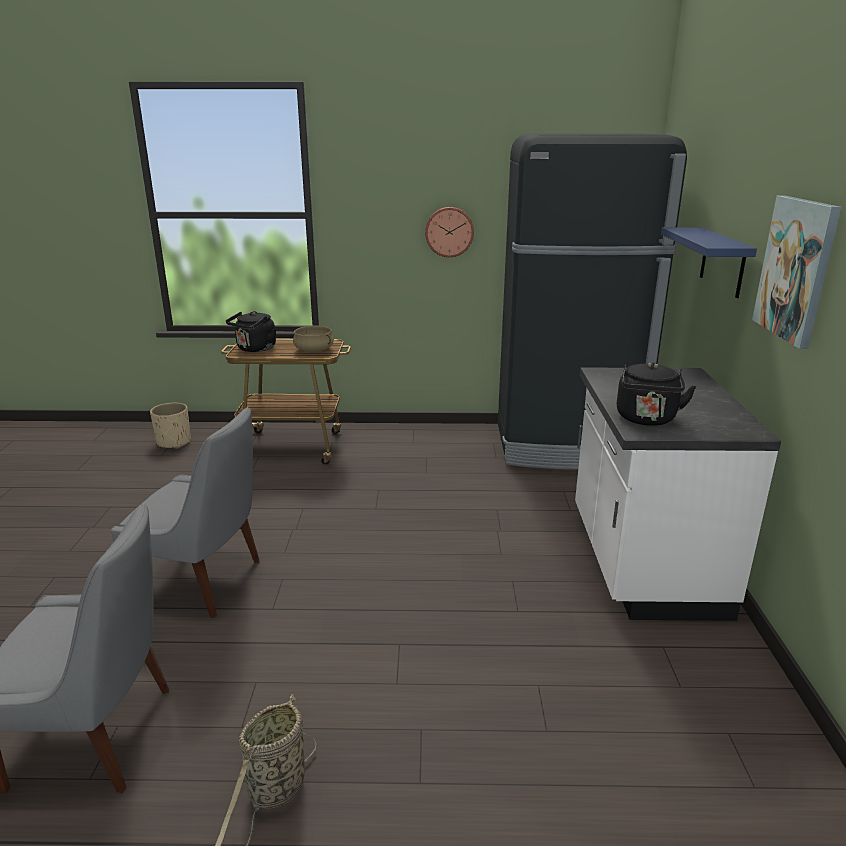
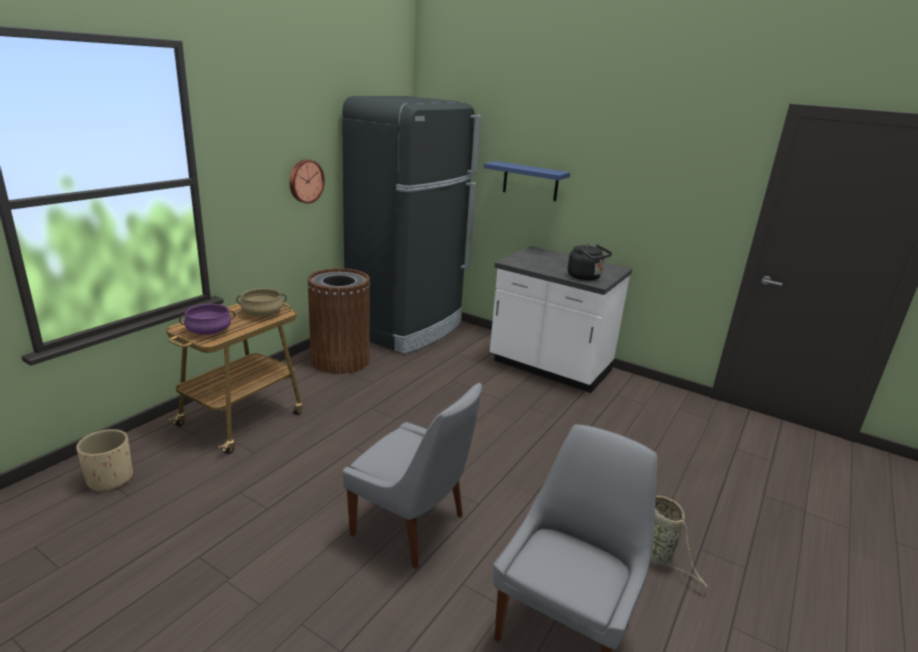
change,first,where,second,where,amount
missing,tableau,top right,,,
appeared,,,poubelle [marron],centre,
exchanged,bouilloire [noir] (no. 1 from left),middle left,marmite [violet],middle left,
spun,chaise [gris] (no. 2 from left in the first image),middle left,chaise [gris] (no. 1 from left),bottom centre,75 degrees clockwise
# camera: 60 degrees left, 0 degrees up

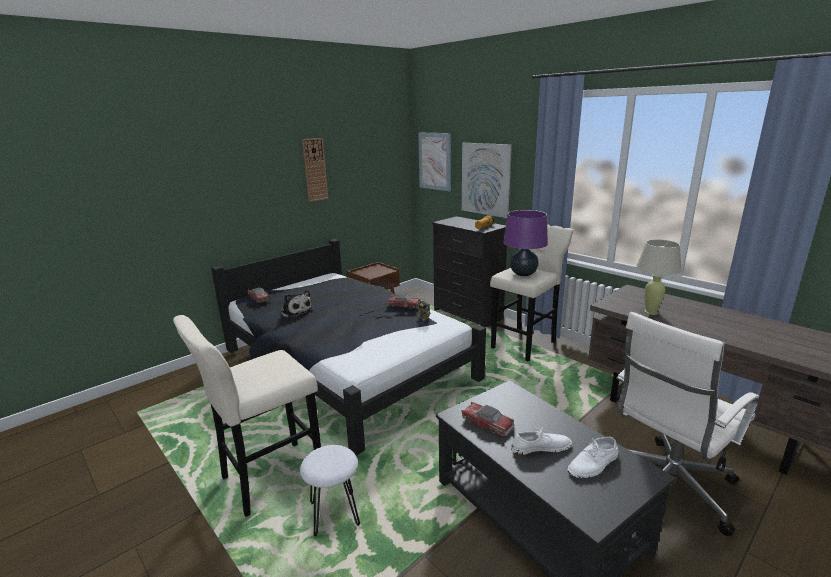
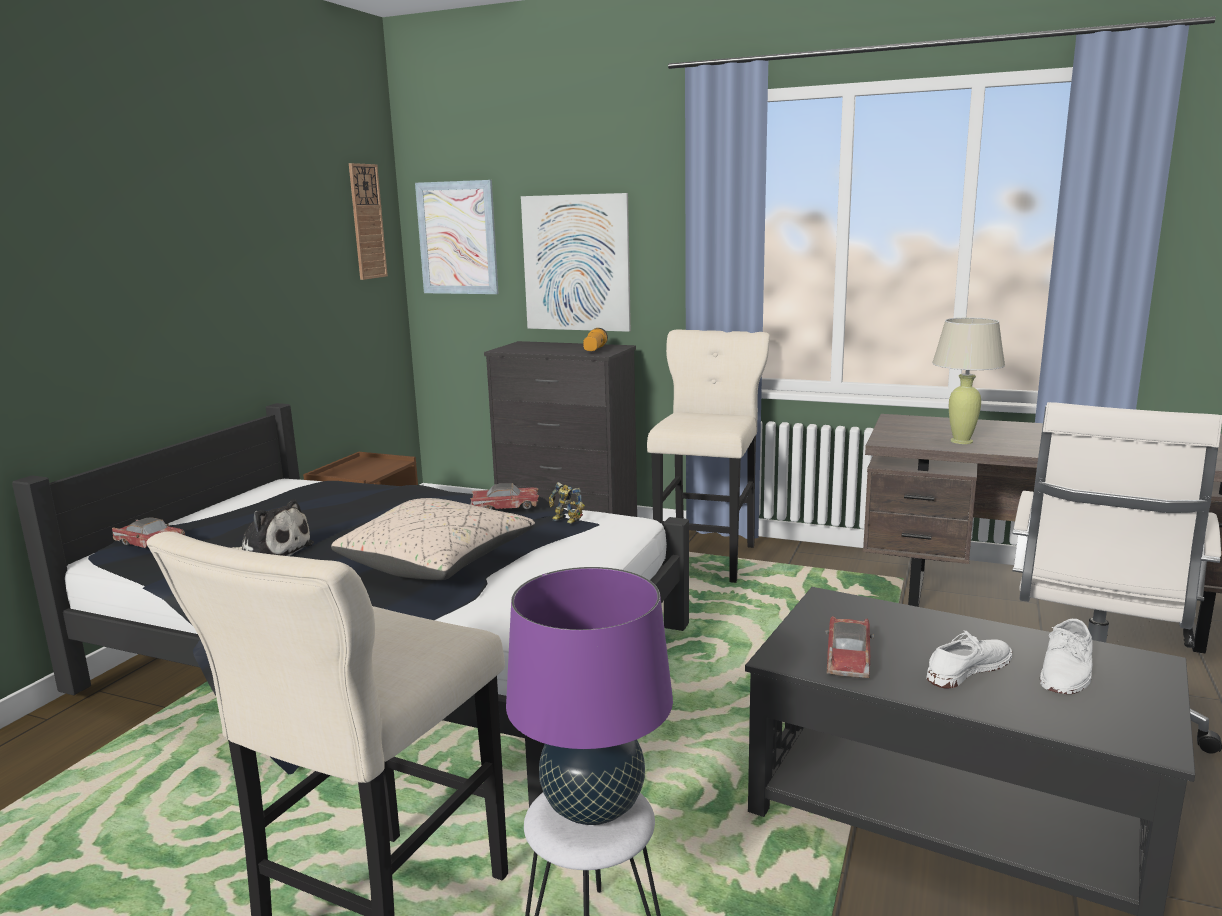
change,first,where,second,where,amount
appeared,,,coussin [beige],centre,
relocated,horloge murale,top centre,,top left,
relocated,lampe de table [violet],centre,,bottom centre,
spun,petite voiture (no. 3 from left),bottom centre,,bottom right,90 degrees clockwise
# camera: 25 degrees left, 5 degrees down

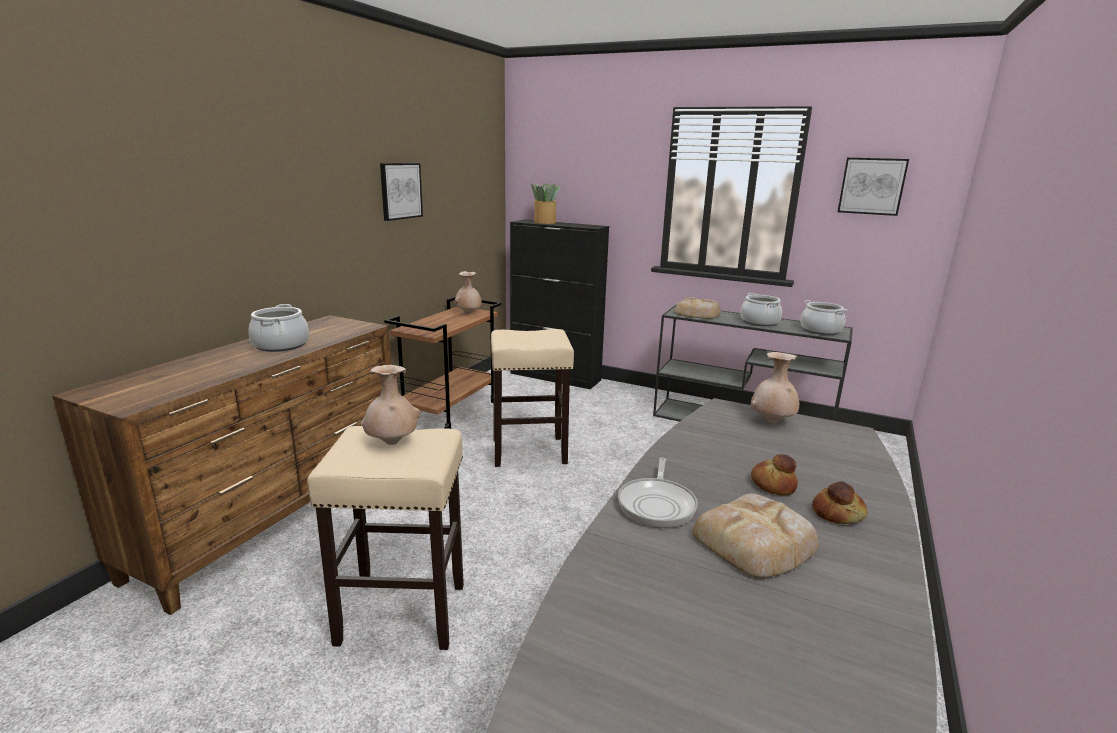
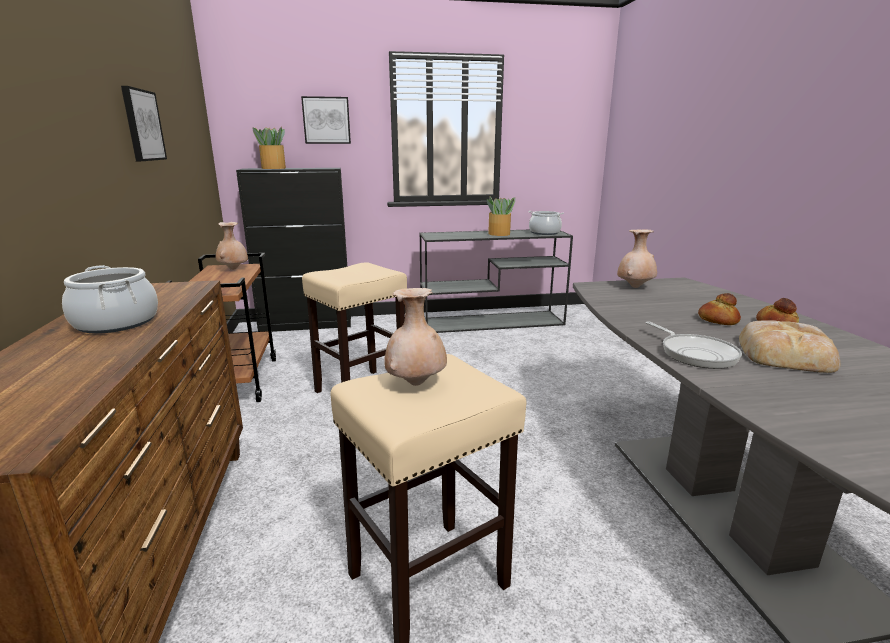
change,first,where,second,where,amount
missing,pain (no. 1 from left),centre,,,
relocated,tableau (no. 2 from left),top right,,top centre,
exchanged,marmite (no. 2 from left),middle right,plante en pot (no. 2 from left),centre,
# camera: 35 degrees left, 0 degrees up

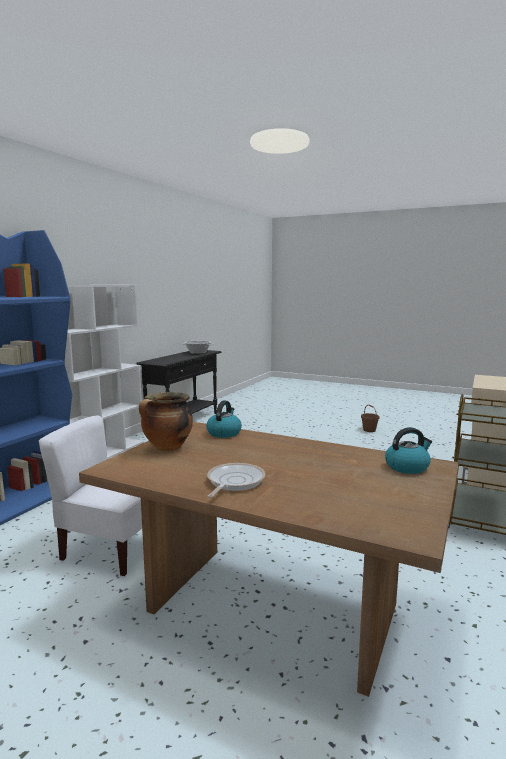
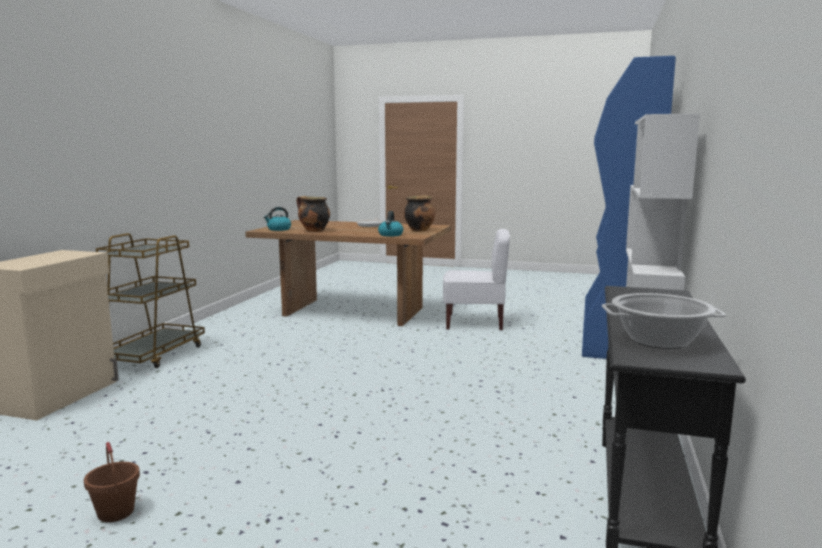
change,first,where,second,where,amount
appeared,,,marmite (no. 1 from left),centre,
# camera: 170 degrees right, 0 degrees up

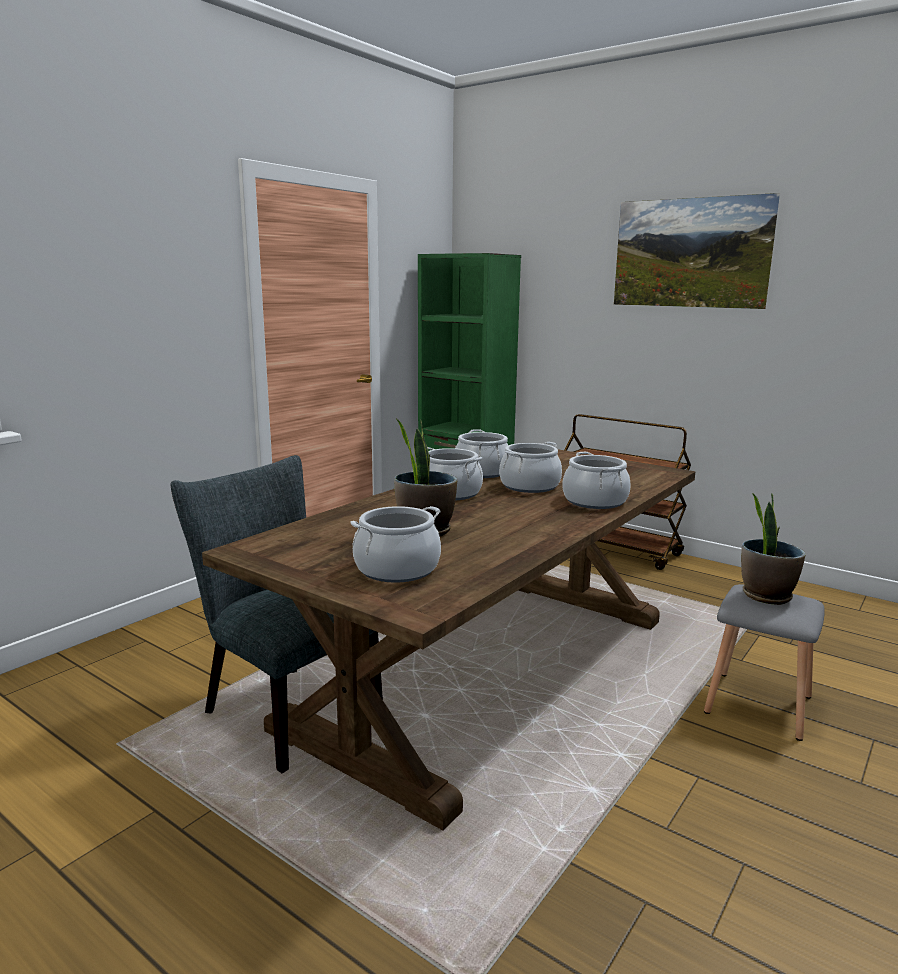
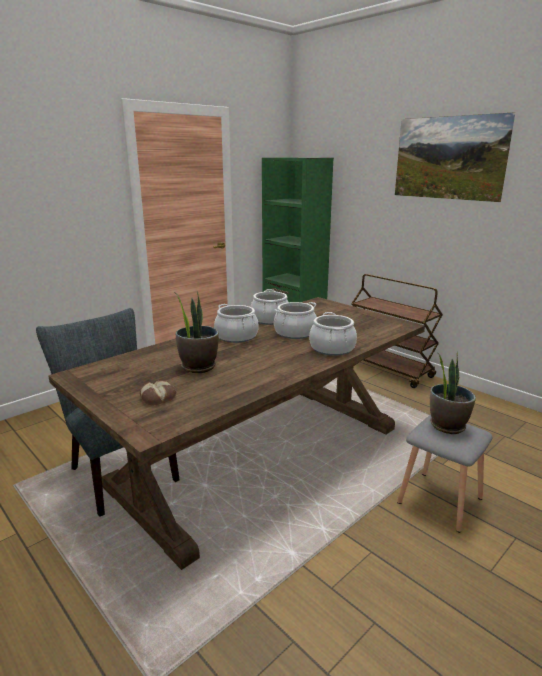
change,first,where,second,where,amount
exchanged,marmite (no. 1 from left),centre,pain,middle left,
# camera: 10 degrees right, 5 degrees up

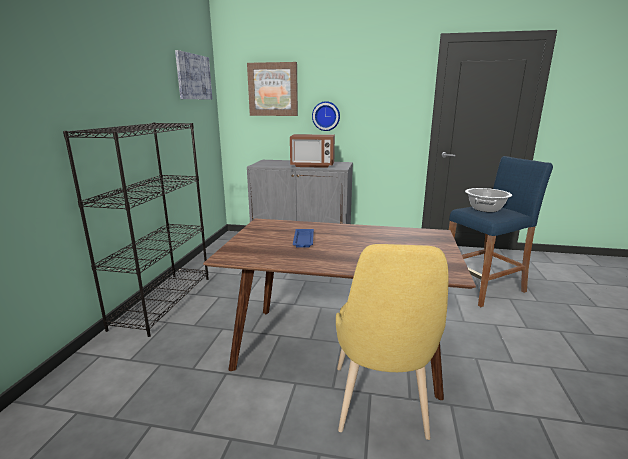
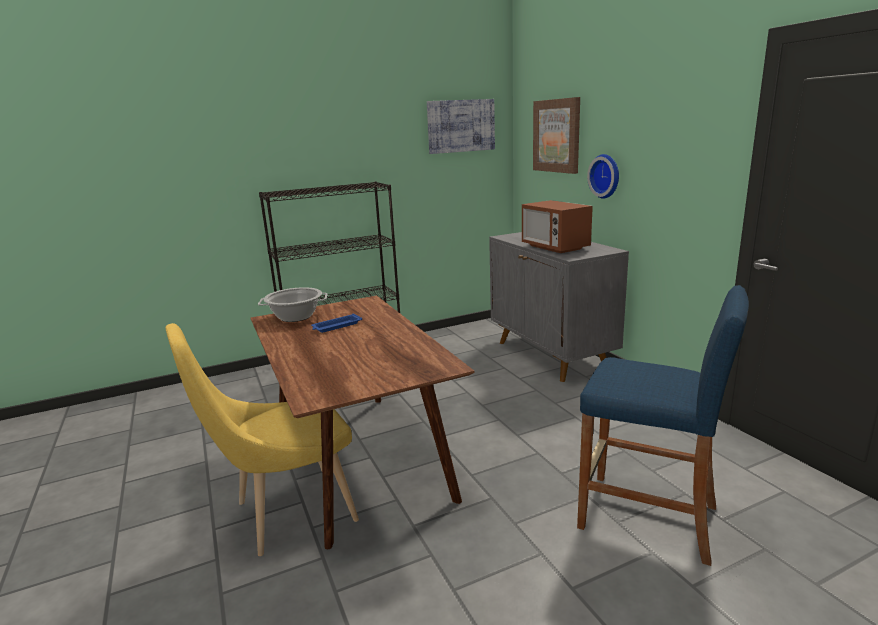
change,first,where,second,where,amount
relocated,marmite,middle right,,centre,
# camera: 55 degrees right, 0 degrees up

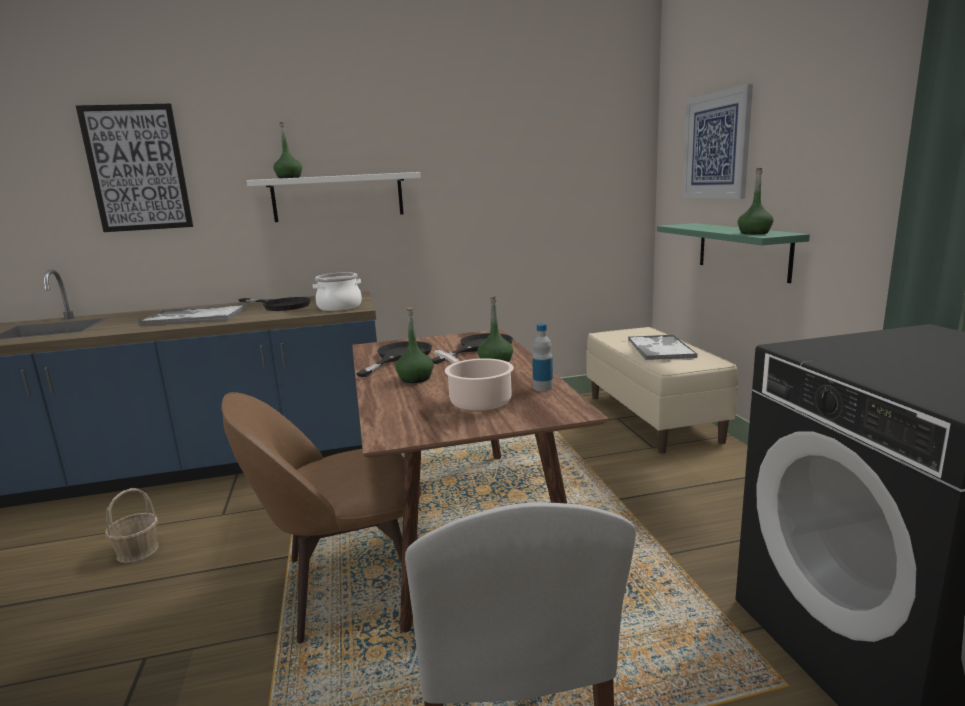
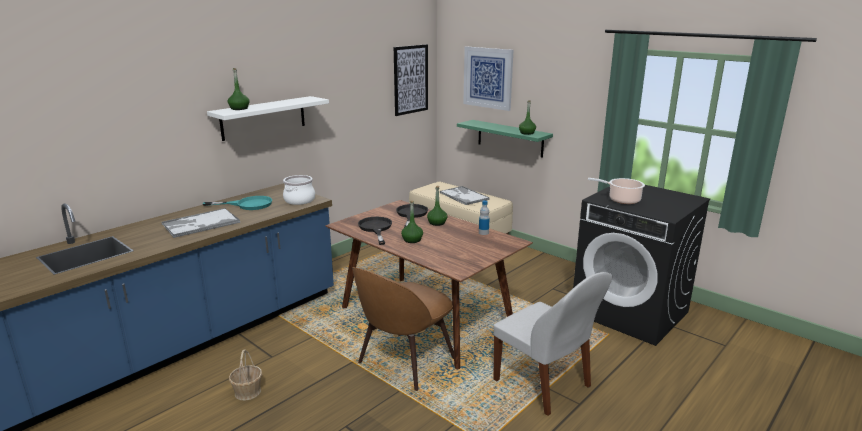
change,first,where,second,where,amount
relocated,tableau (no. 1 from left),top left,,top centre,
relocated,marmite (no. 2 from left),centre,,middle right,
colour,poêle [noir] (no. 1 from left),middle left,poêle [turquoise],middle left,
# camera: 35 degrees left, 5 degrees up

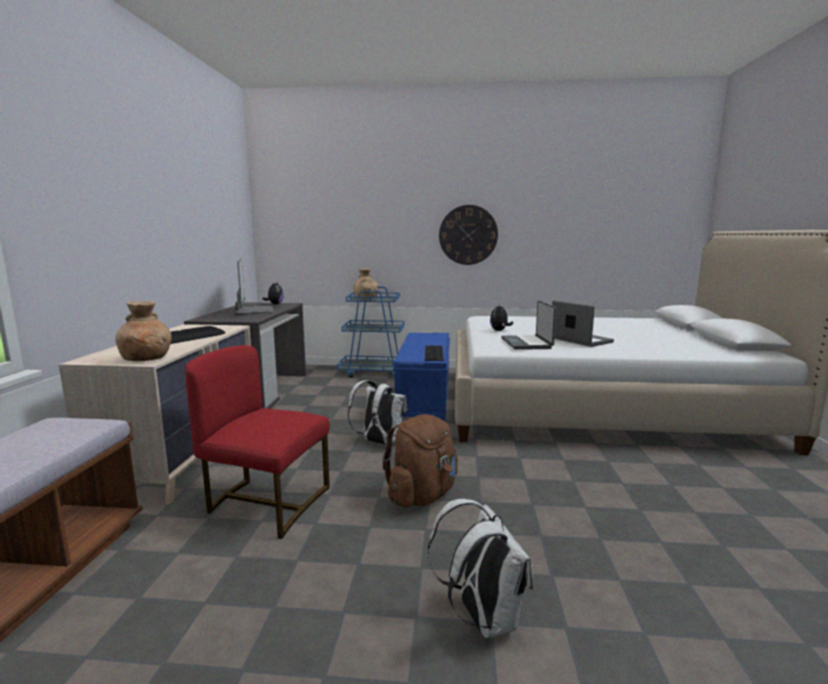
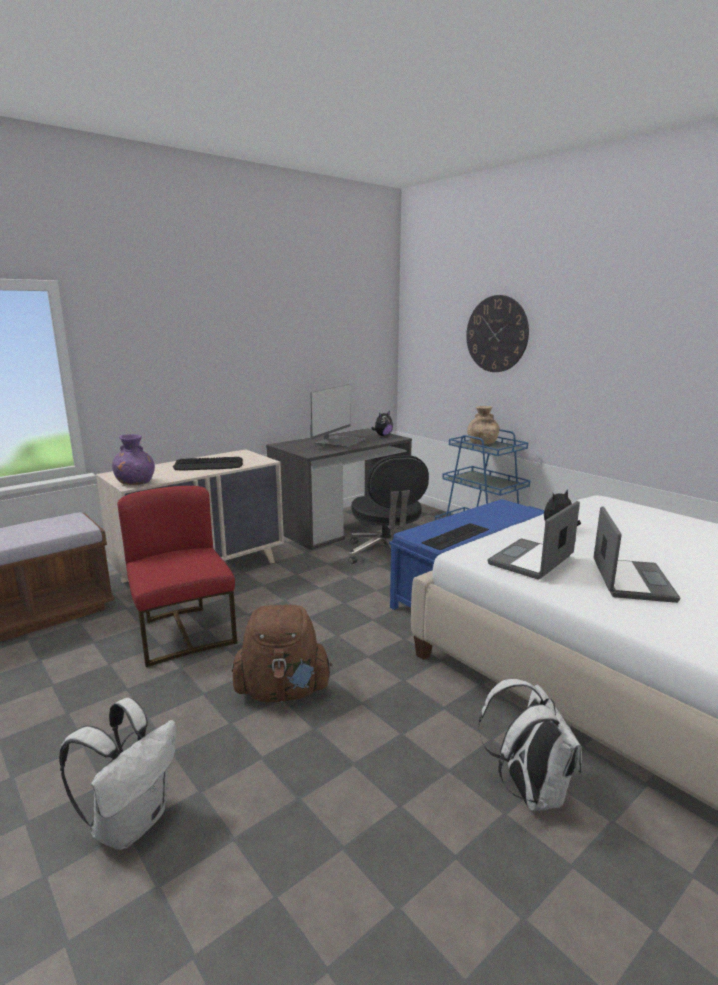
change,first,where,second,where,amount
appeared,,,chaise de bureau [noir],centre,
relocated,sac à dos [blanc] (no. 1 from left in the first image),centre,sac à dos [blanc] (no. 2 from left),bottom right,
relocated,horloge murale,centre,,middle right,
colour,vase [marron] (no. 1 from left),middle left,vase [violet],middle left,
# camera: 45 degrees right, 5 degrees up

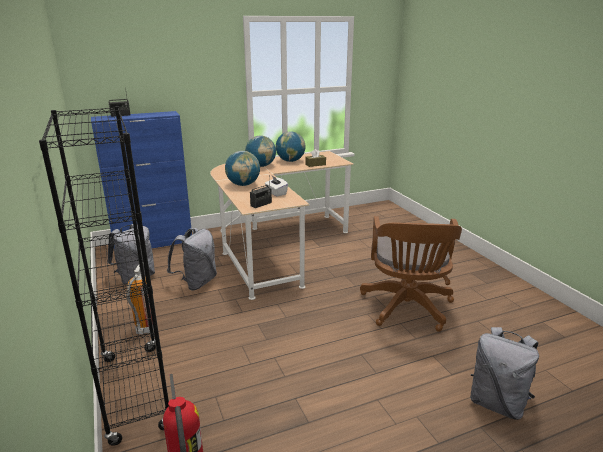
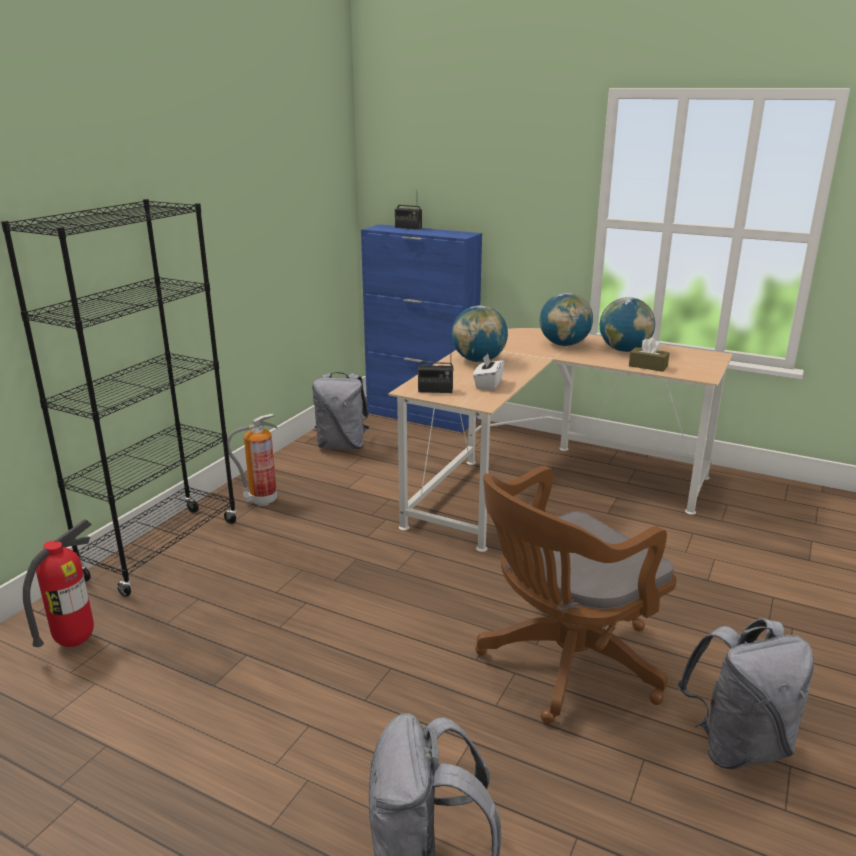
change,first,where,second,where,amount
relocated,sac à dos [gris] (no. 2 from left in the first image),middle left,sac à dos [gris] (no. 3 from left),bottom right,
# camera: 50 degrees right, 0 degrees up

